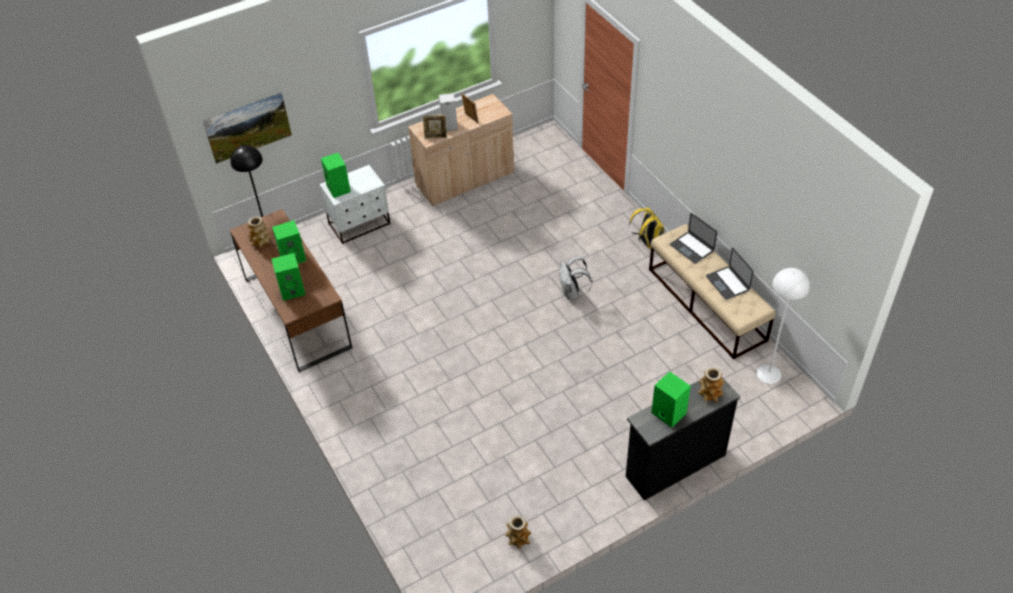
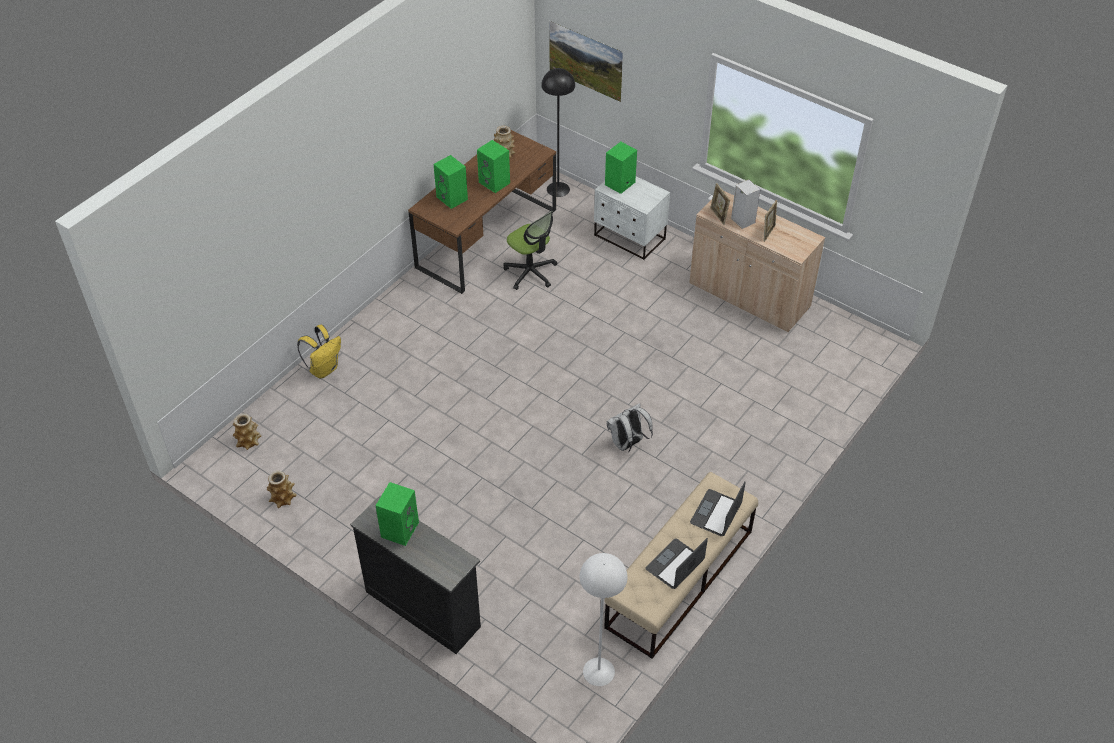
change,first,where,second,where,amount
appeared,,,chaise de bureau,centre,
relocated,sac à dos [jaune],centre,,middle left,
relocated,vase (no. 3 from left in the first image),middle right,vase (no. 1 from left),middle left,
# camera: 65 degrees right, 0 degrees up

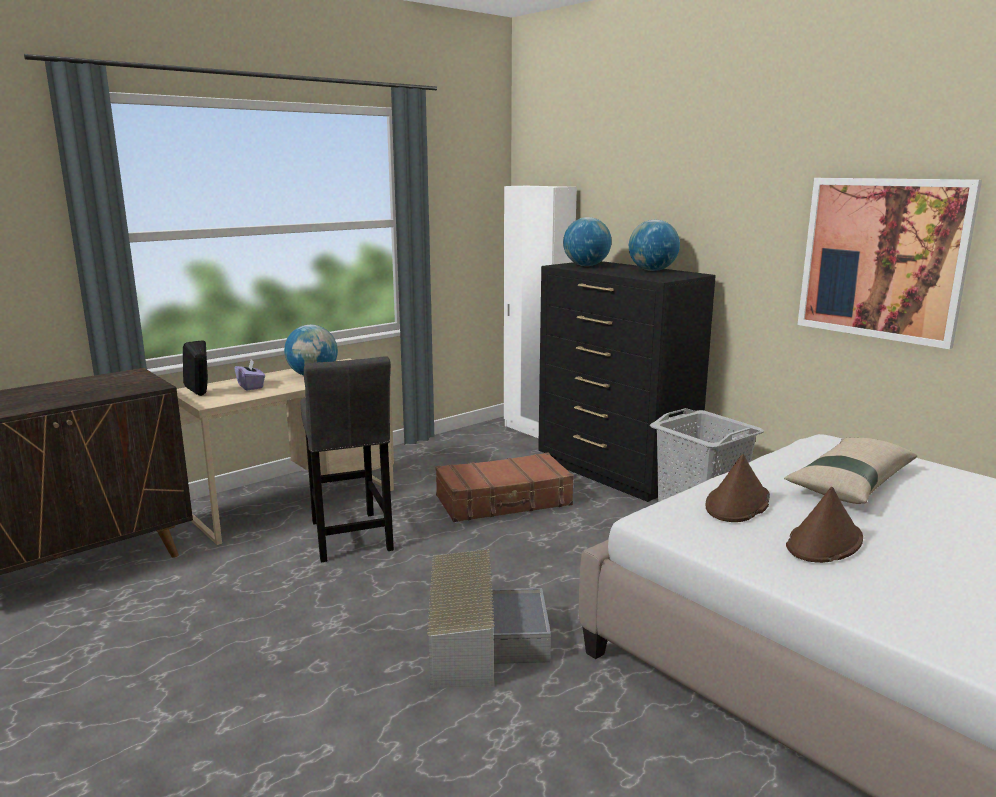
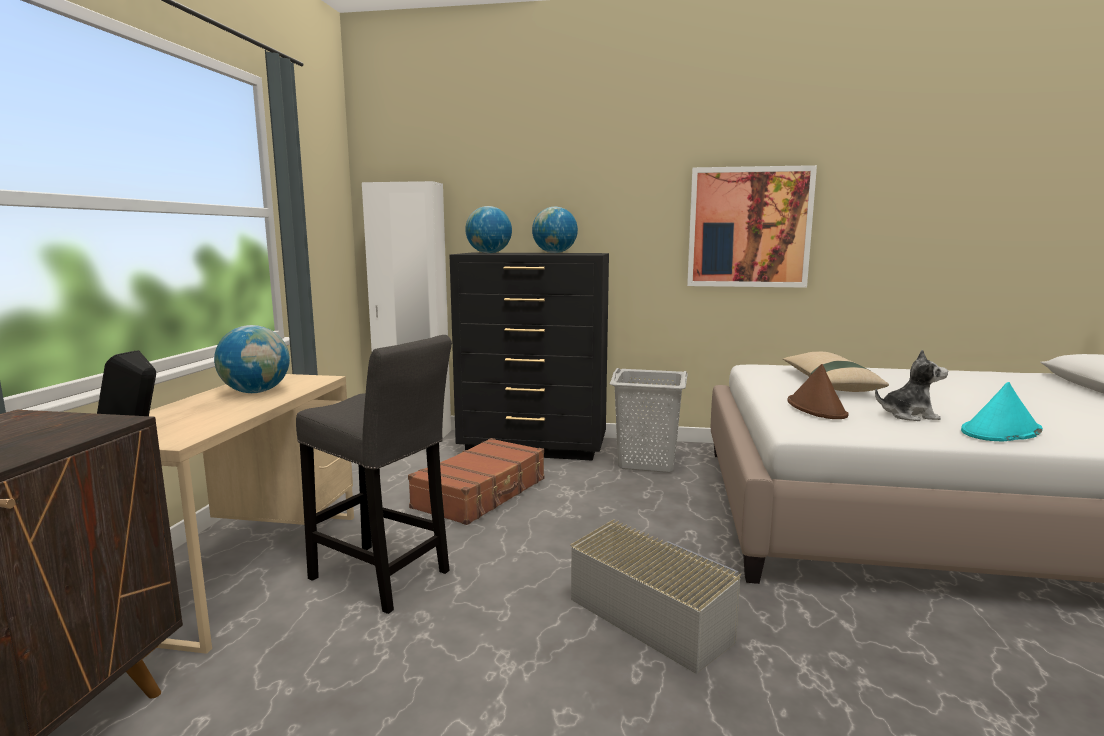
change,first,where,second,where,amount
missing,boîte à mouchoirs [violet],middle left,,,
appeared,,,chapeau [turquoise],middle right,
exchanged,chapeau [marron] (no. 2 from left),middle right,peluche,middle right,
# camera: 40 degrees left, 5 degrees down

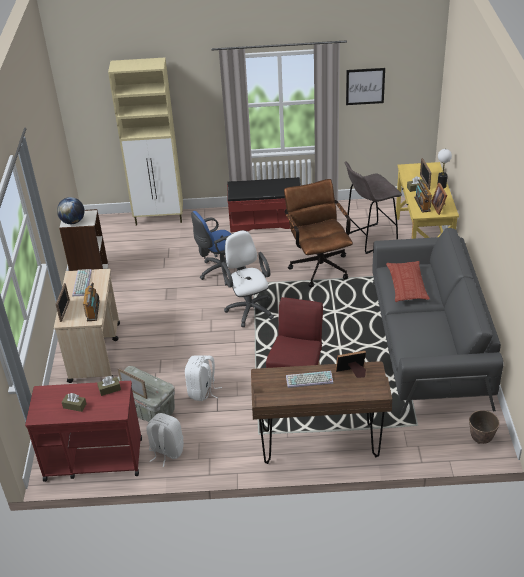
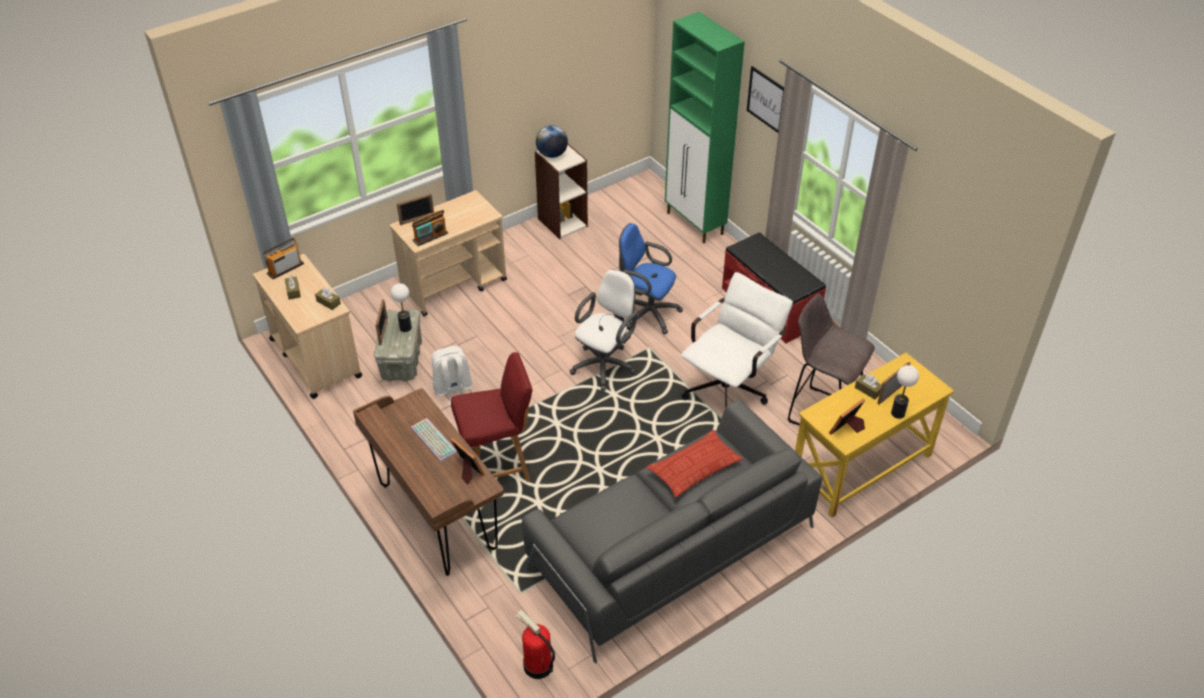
change,first,where,second,where,amount
missing,clavier (no. 1 from left),middle left,,,
missing,sac à dos [blanc] (no. 1 from left),bottom left,,,
appeared,,,lampe de table (no. 1 from left),middle left,
relocated,tableau,top right,,top centre,
relocated,radio (no. 2 from left in the first image),middle right,radio (no. 1 from left),middle left,
exchanged,cache-pot,bottom right,extincteur,bottom centre,
colour,chariot [rouge],bottom left,chariot [beige] (no. 1 from left),middle left,
colour,meuble de rangement [beige],top left,meuble de rangement [vert],top centre,
colour,chaise de bureau [marron],centre,chaise de bureau [blanc] (no. 2 from left),centre,
# camera: 55 degrees right, 5 degrees up

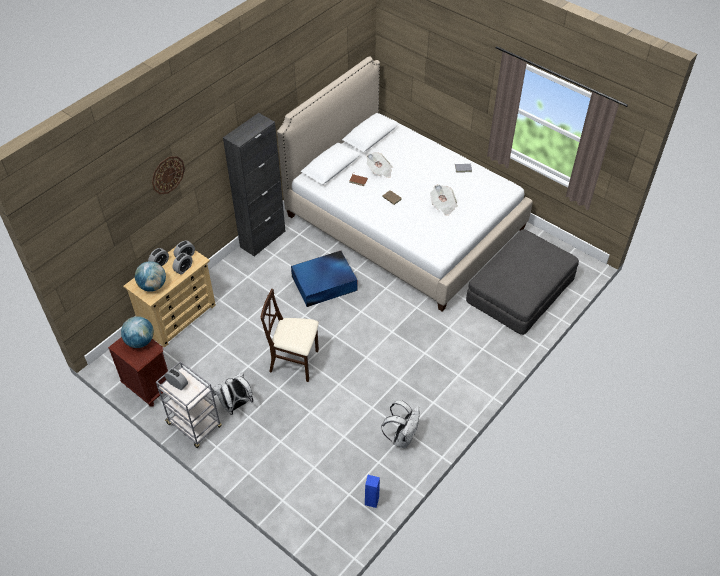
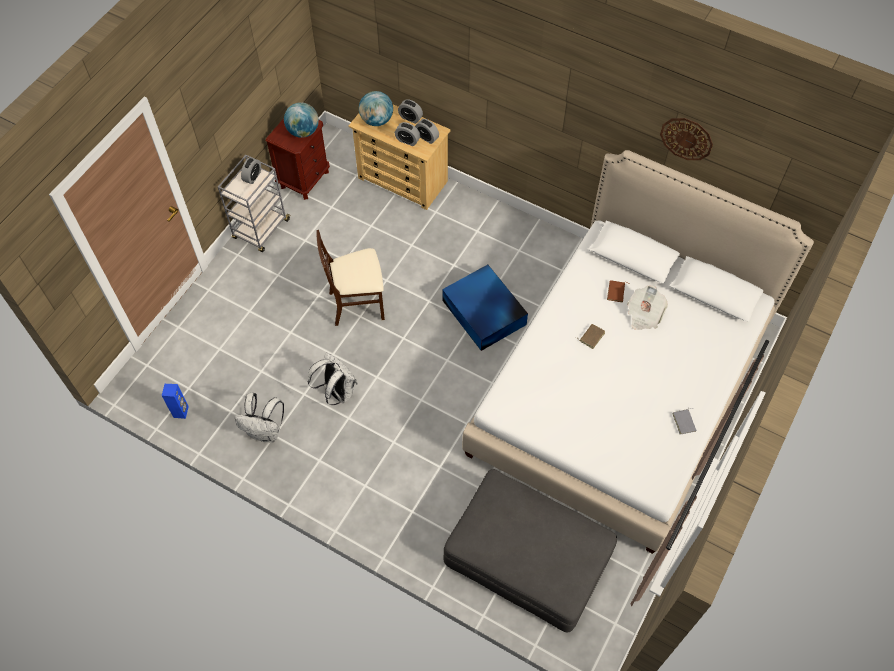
change,first,where,second,where,amount
missing,meuble de rangement [noir],top centre,,,
missing,journal (no. 2 from left),centre,,,
relocated,horloge murale,top left,,top right,
relocated,sac à dos [blanc] (no. 1 from left in the first image),bottom left,sac à dos [blanc] (no. 2 from left),centre,
spun,chaise [beige],centre,,centre,105 degrees counterclockwise
# camera: 80 degrees right, 10 degrees up

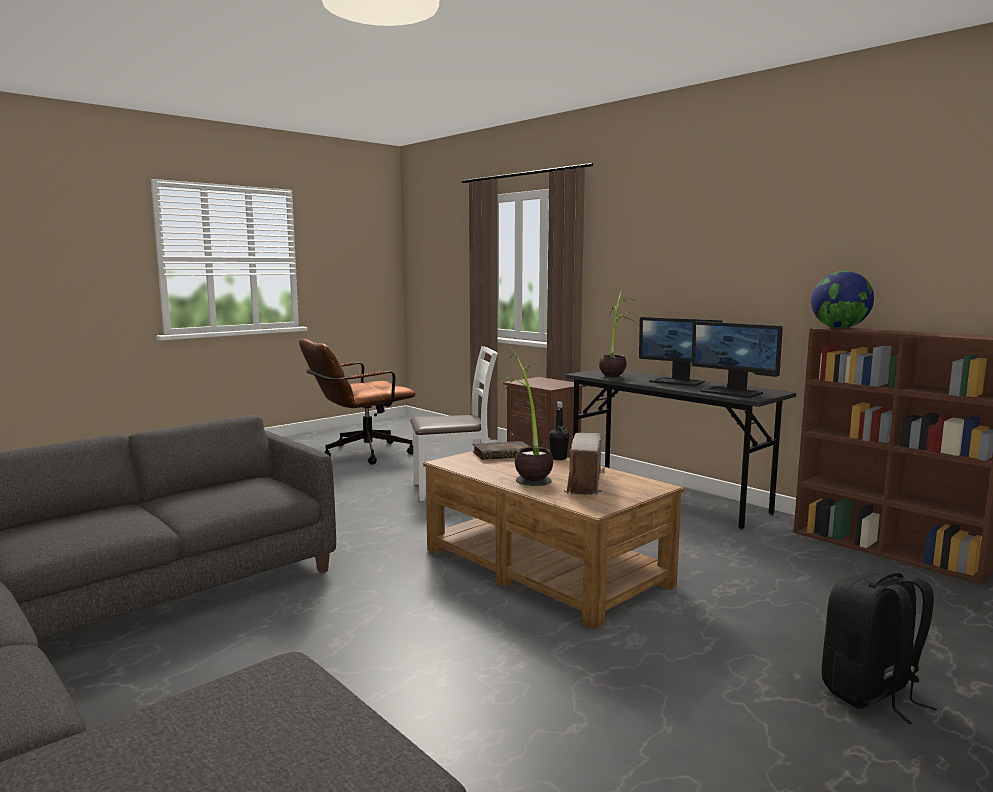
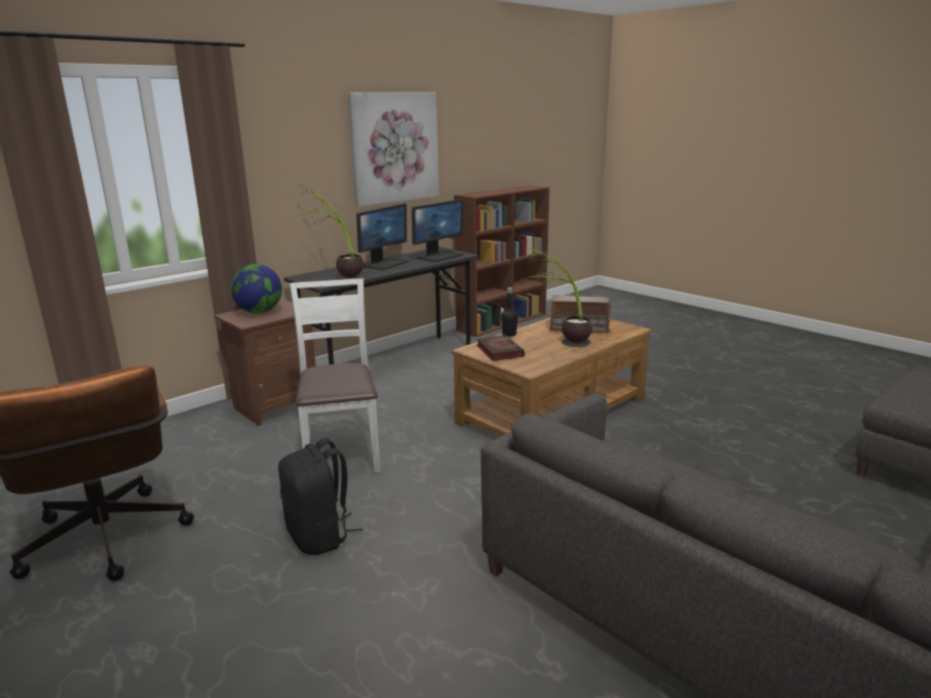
change,first,where,second,where,amount
appeared,,,tableau,top centre,
relocated,globe,middle right,,middle left,
relocated,sac à dos [noir],bottom right,,bottom centre,
# camera: 90 degrees left, 10 degrees up

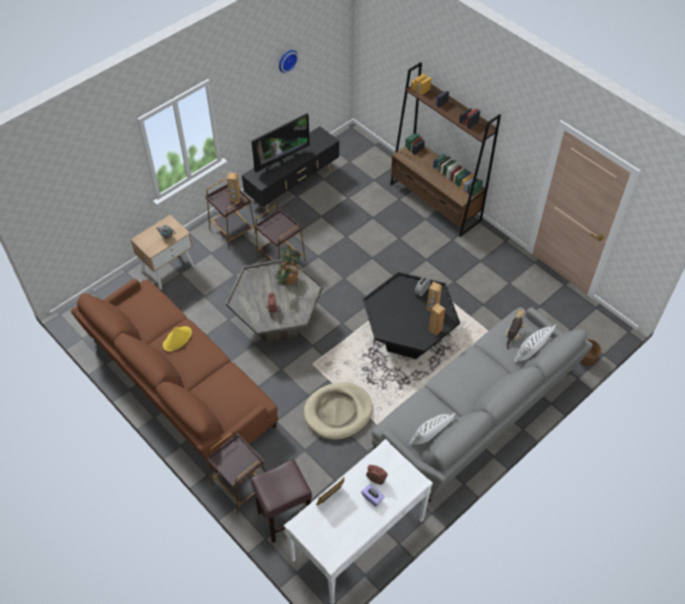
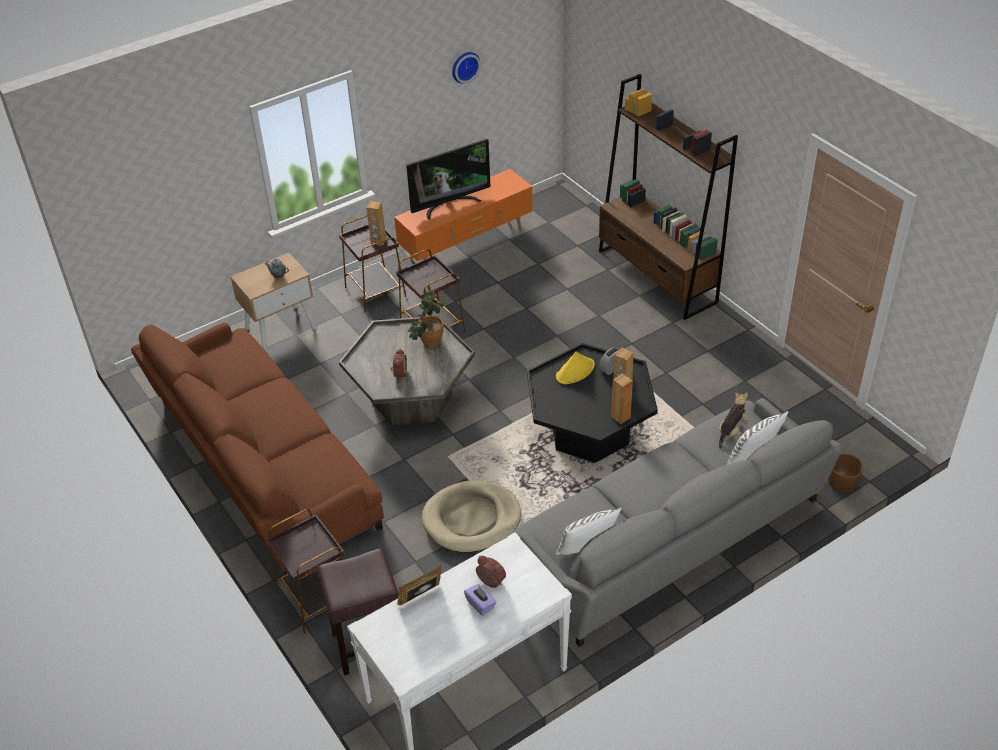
change,first,where,second,where,amount
relocated,chapeau [jaune],middle left,,centre,
colour,meuble télé [noir],top centre,meuble télé [orange],top centre,
# camera: 10 degrees right, 10 degrees down

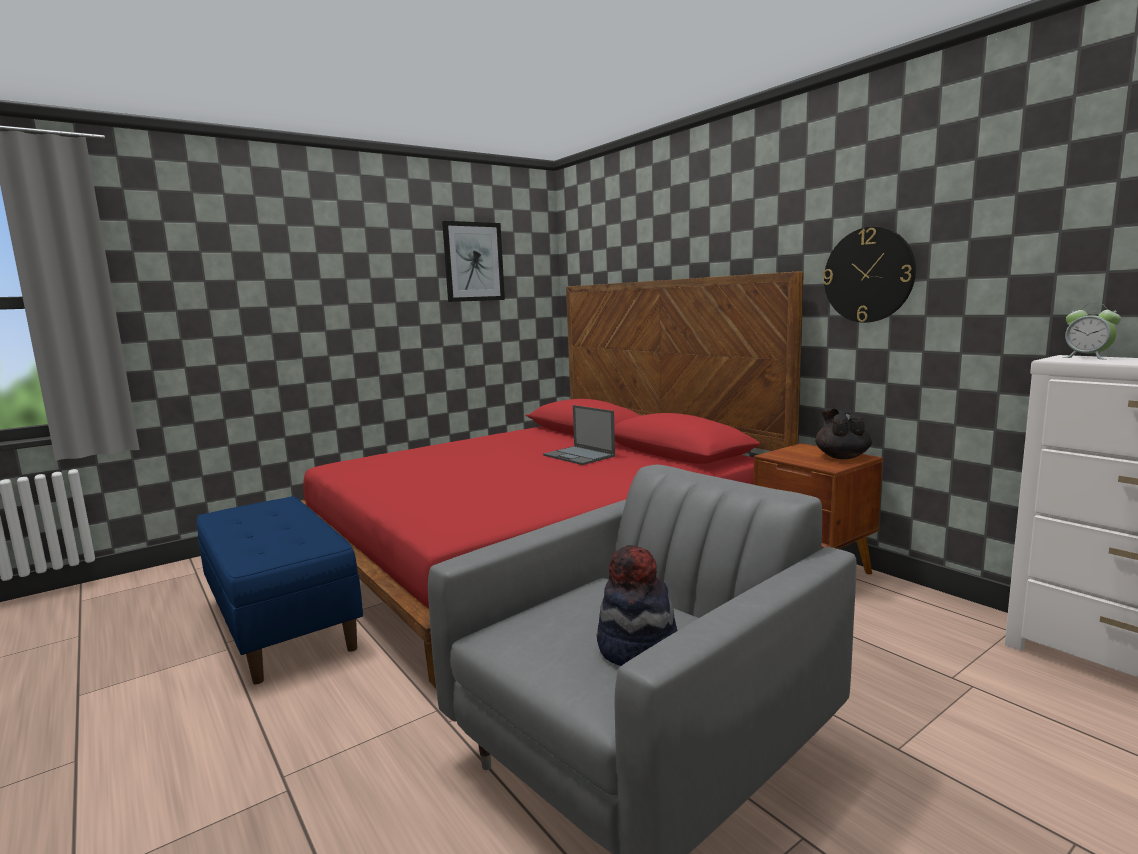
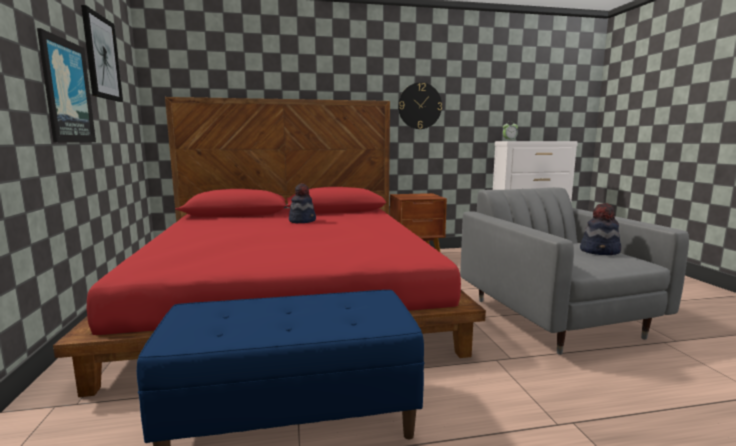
change,first,where,second,where,amount
missing,théière [noir],middle right,,,
appeared,,,tableau (no. 1 from left),top left,
exchanged,ordinateur portable,centre,chapeau (no. 1 from left),centre,
# camera: 65 degrees left, 0 degrees up

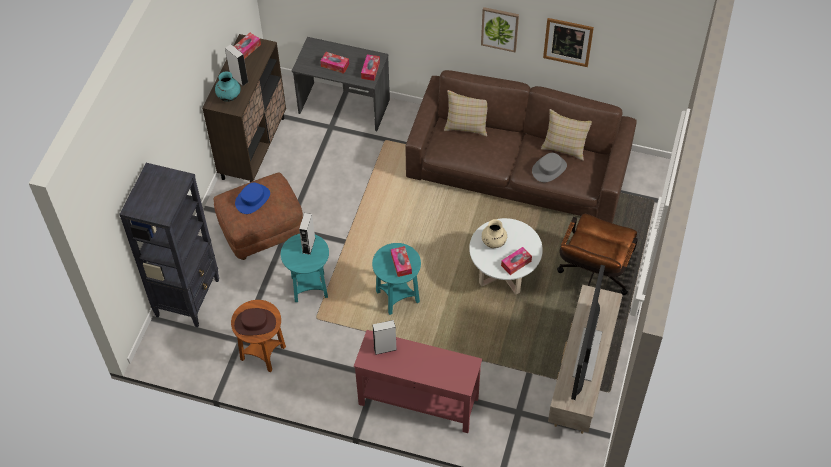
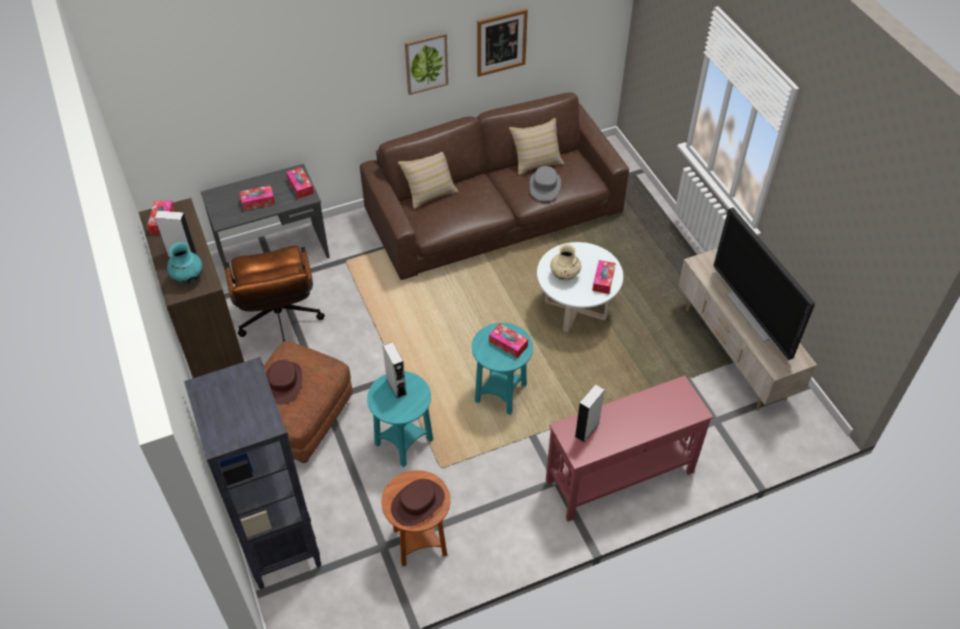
change,first,where,second,where,amount
relocated,chaise de bureau [marron],middle right,,middle left,
colour,chapeau [bleu],middle left,chapeau [marron] (no. 1 from left),middle left,
# camera: 40 degrees left, 5 degrees down

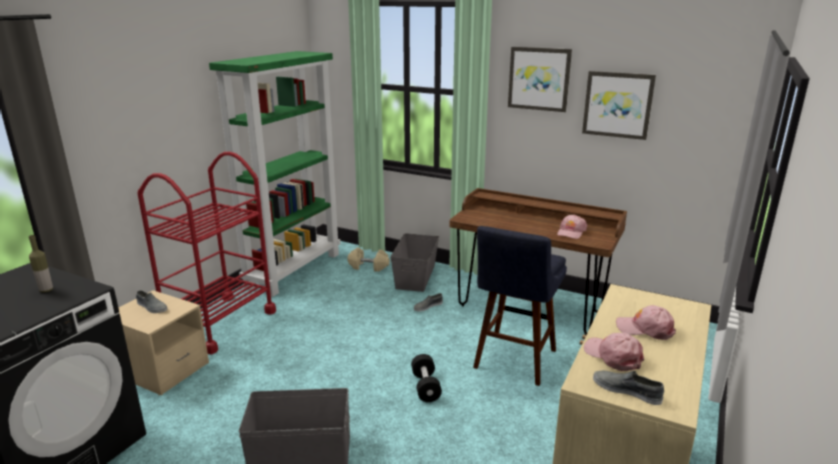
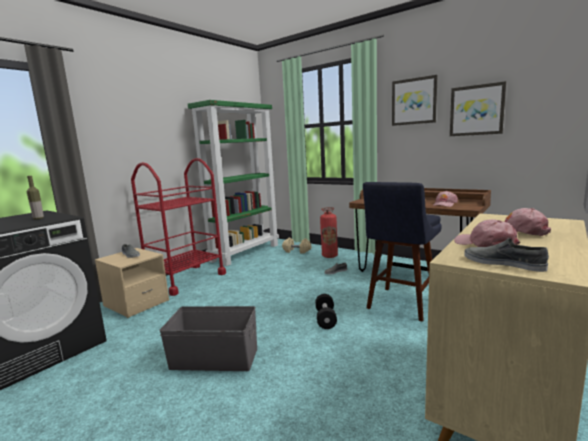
change,first,where,second,where,amount
exchanged,boîte de rangement [gris] (no. 2 from left),centre,extincteur,centre,
# camera: 10 degrees right, 10 degrees down

